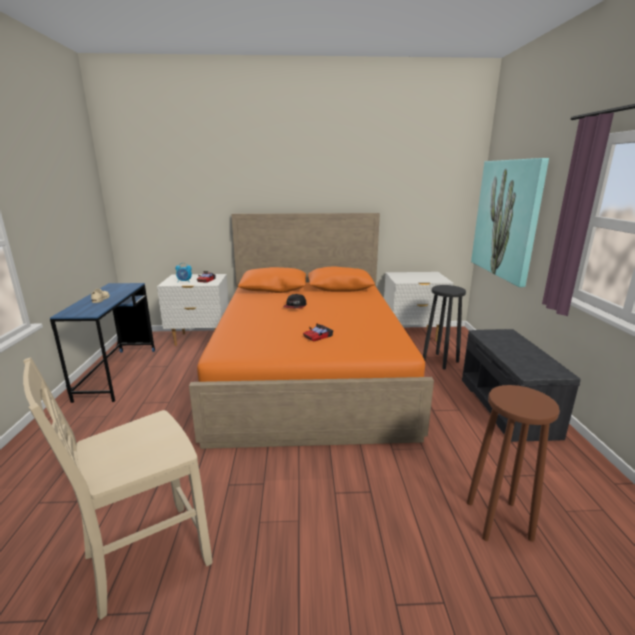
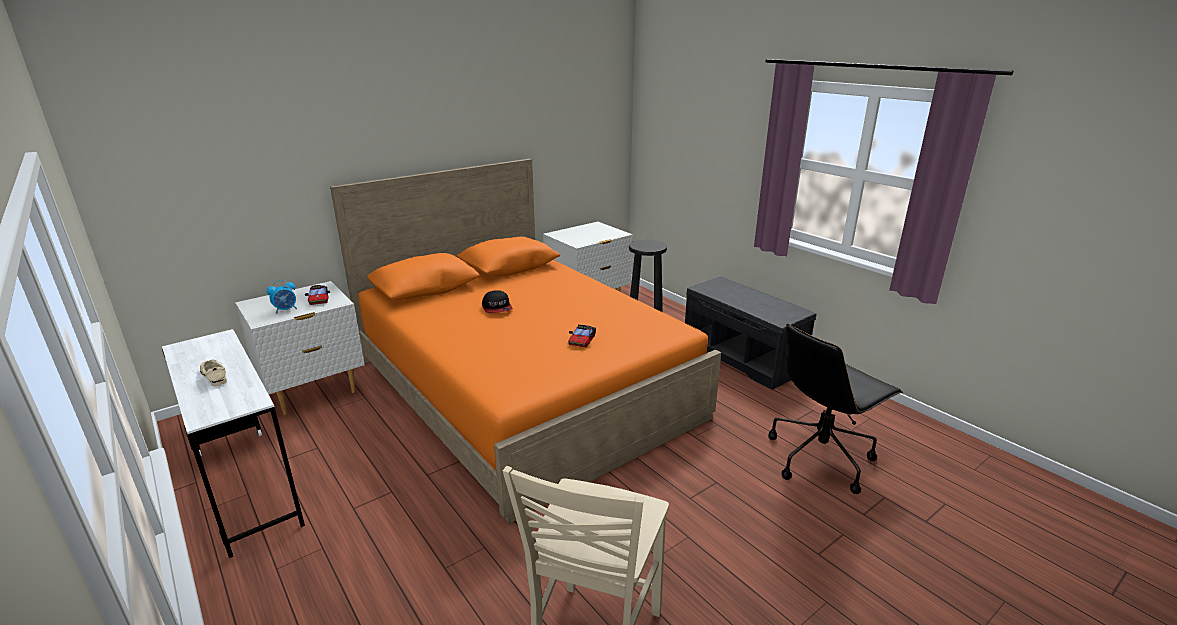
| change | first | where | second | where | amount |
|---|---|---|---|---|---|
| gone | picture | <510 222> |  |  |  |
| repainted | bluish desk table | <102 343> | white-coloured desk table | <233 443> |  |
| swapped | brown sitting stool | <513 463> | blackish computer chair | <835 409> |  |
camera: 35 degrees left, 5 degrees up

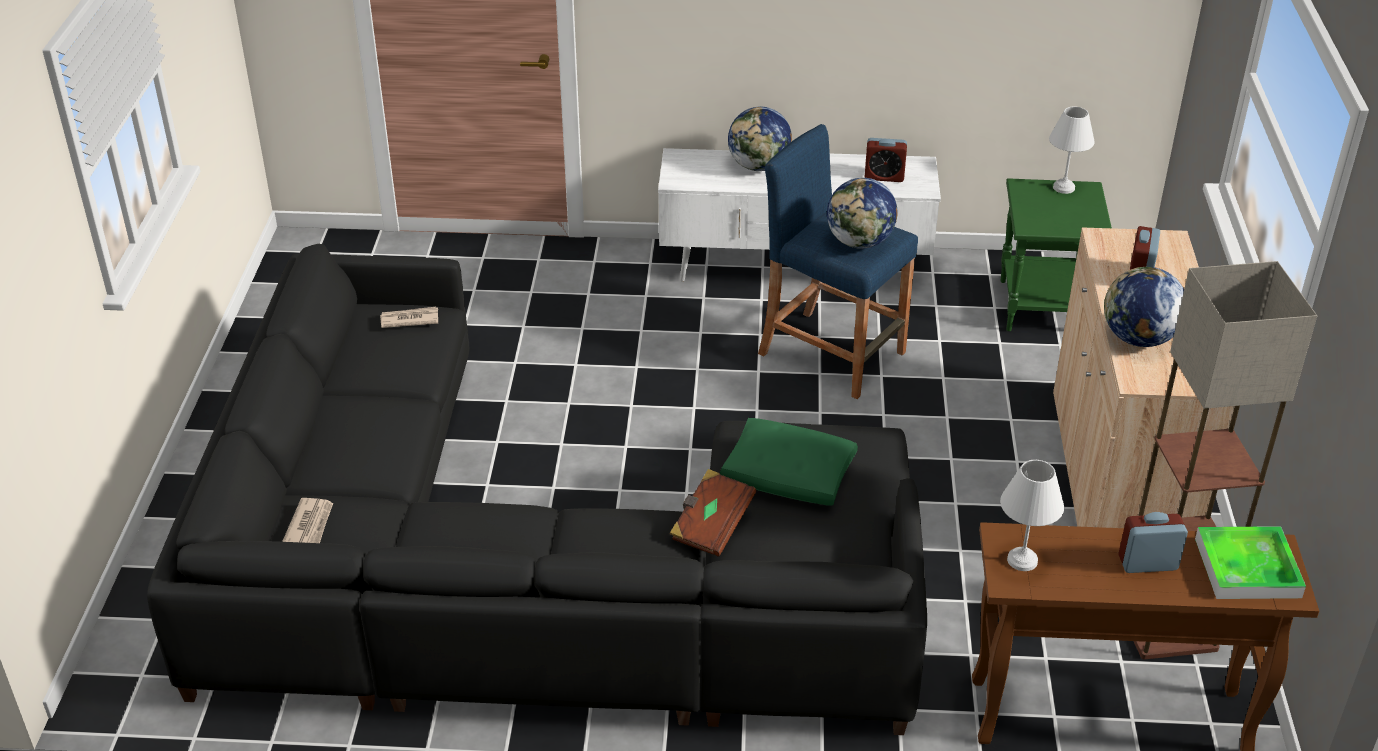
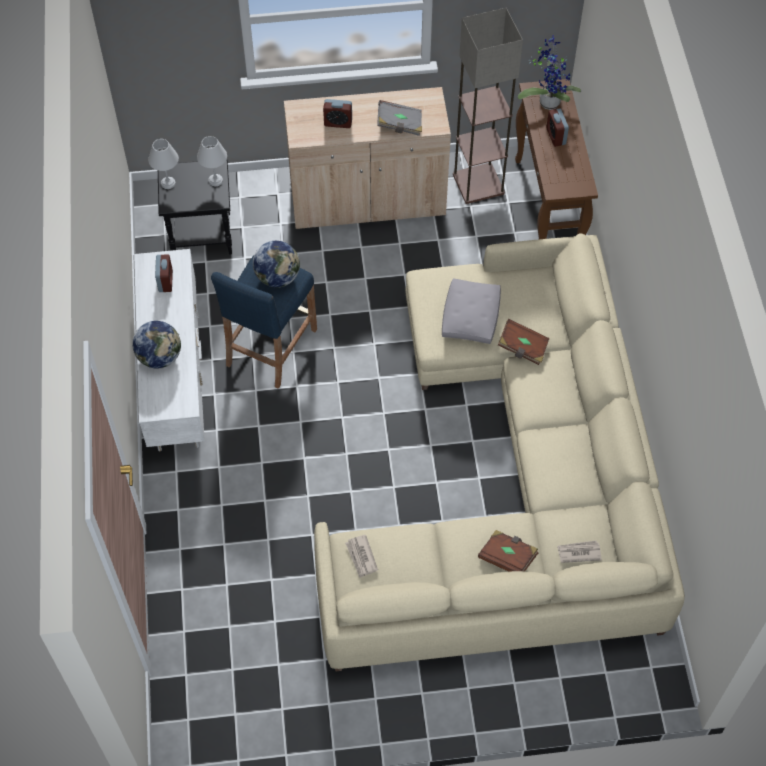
| change | first | where | second | where | amount |
|---|---|---|---|---|---|
| repainted | green accent table | <1056 254> | blackish accent table | <195 207> |  |
| repainted | blackish couch | <537 489> | sand-coloured couch | <499 452> |  |
| swapped | world globe | <1144 307> | greyish book | <399 118> |  |
| repainted | green cushion | <789 462> | greyish cushion | <471 311> |  |
| shifted | white-coloured table lamp | <1032 515> |  | <212 161> |  |
| swapped | carrying tray | <1250 562> | houseplant | <549 72> |  |
| new |  |  | brown book | <508 550> |  |
camera: 100 degrees left, 20 degrees up

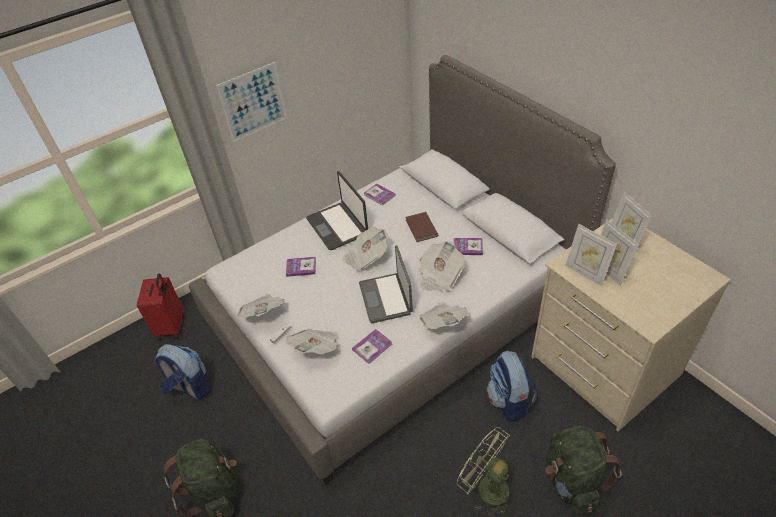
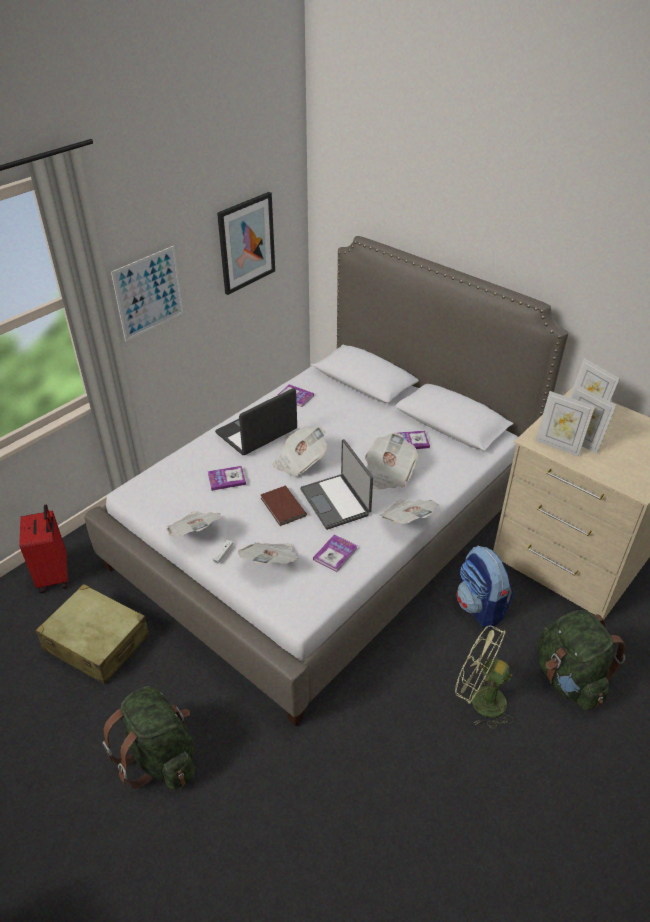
| change | first | where | second | where | amount |
|---|---|---|---|---|---|
| rotated | laptop | <337 210> |  | <256 421> | 90 degrees clockwise |
| shifted | brown book | <422 227> |  | <284 506> |  |
| swapped | backpack | <183 372> | sand-coloured suitcase | <92 634> |  |
| new |  |  | picture | <246 243> |  |
camera: 15 degrees left, 5 degrees down

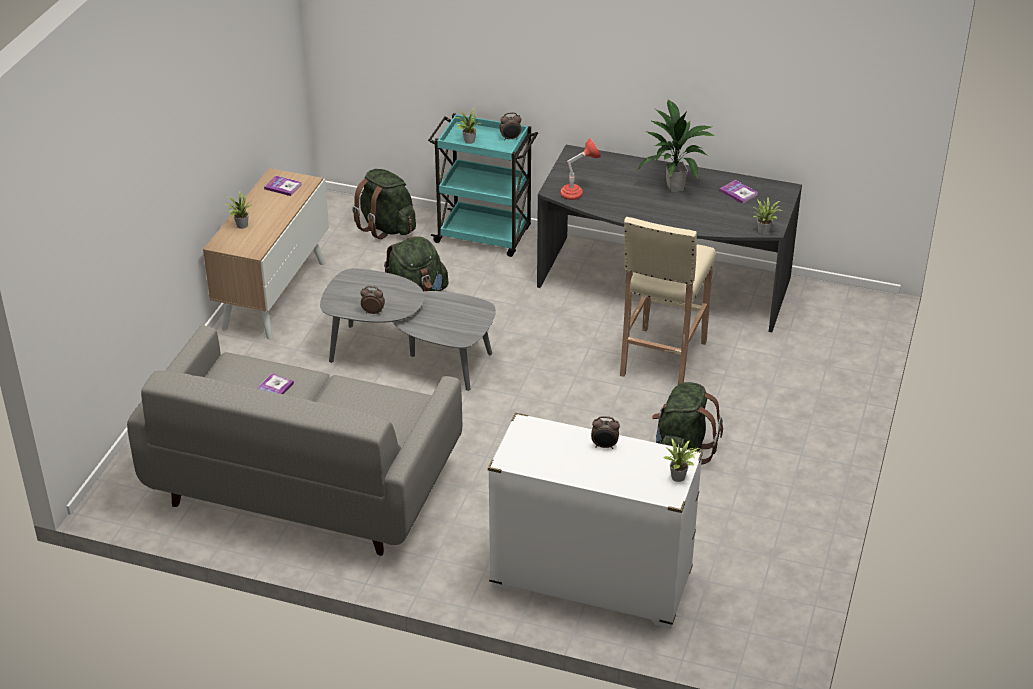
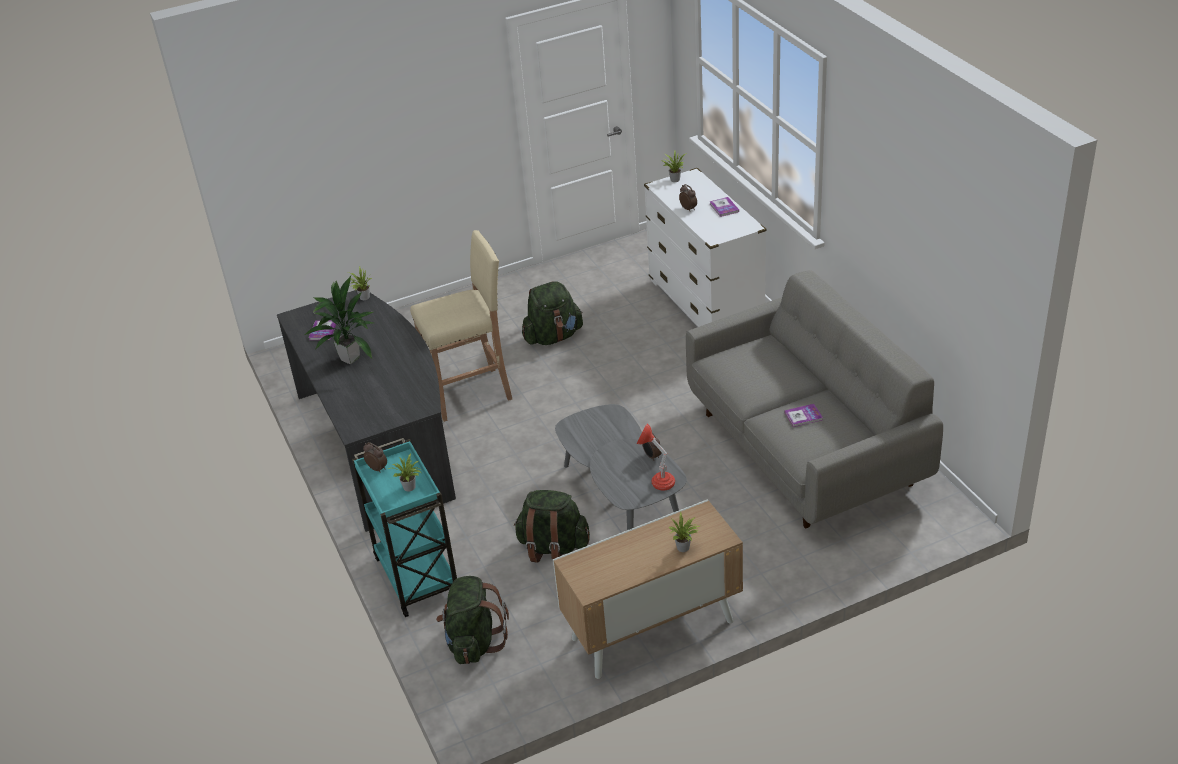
| change | first | where | second | where | amount |
|---|---|---|---|---|---|
| shifted | red-coloured table lamp | <580 169> |  | <656 457> |  |
| shifted | book | <283 186> |  | <724 207> |  |
camera: 130 degrees left, 0 degrees up

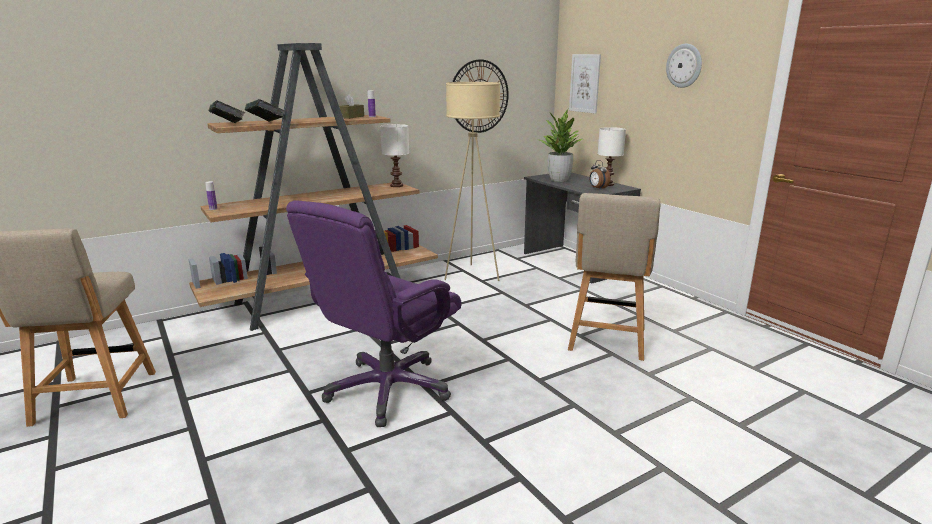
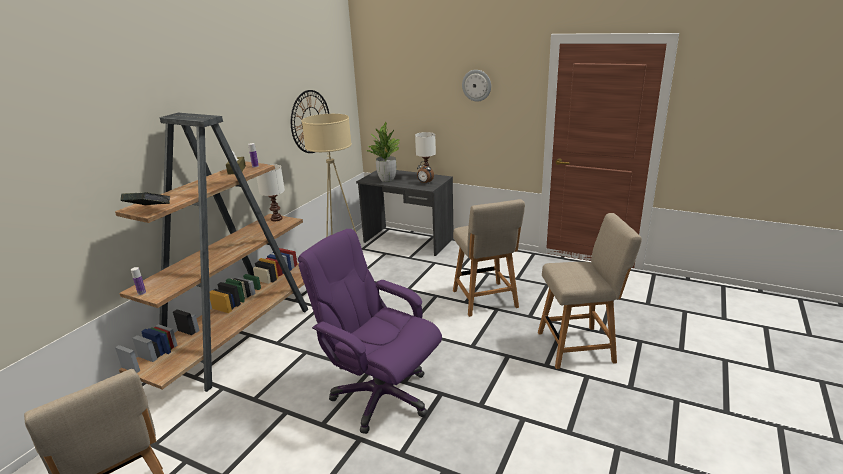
| change | first | where | second | where | amount |
|---|---|---|---|---|---|
| gone | picture | <585 84> |  |  |  |
| gone | book | <264 110> |  |  |  |
| rotated | purplish computer chair | <373 313> |  | <370 331> | 120 degrees clockwise |
| new |  |  | sand-coloured plain chair | <590 291> |  |
camera: 30 degrees left, 5 degrees up

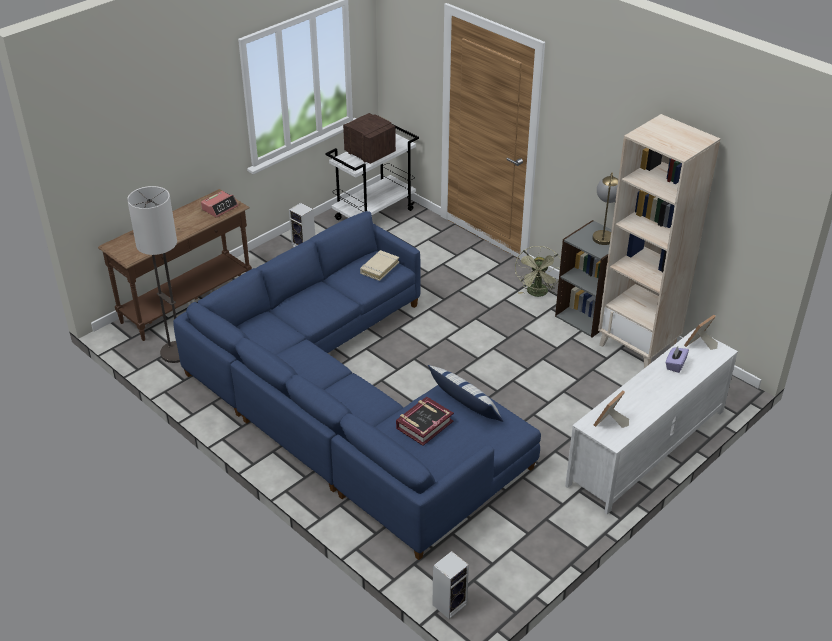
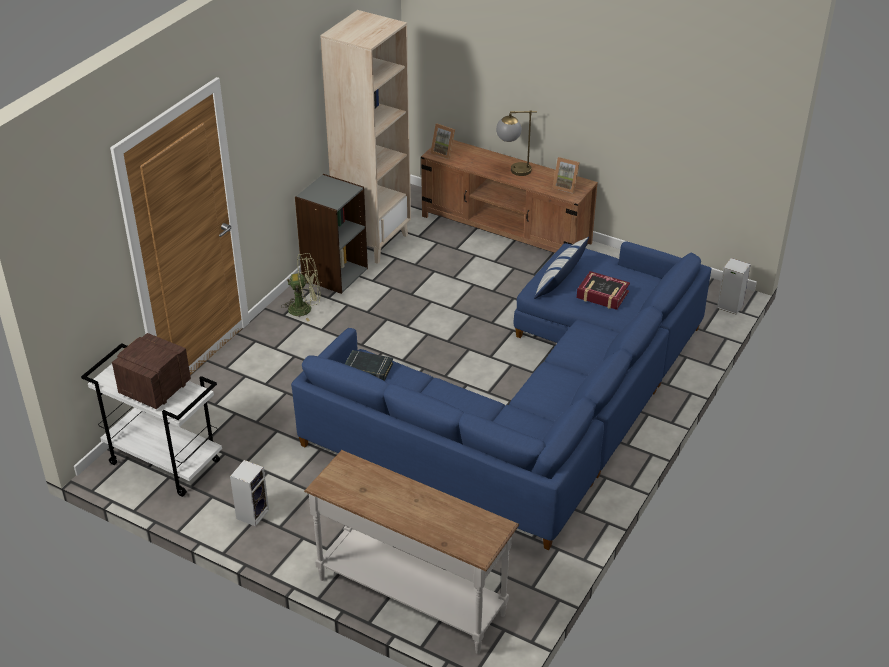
| change | first | where | second | where | amount |
|---|---|---|---|---|---|
| shifted | table lamp | <605 209> |  | <516 143> |  |
| gone | standard lamp | <153 274> |  |  |  |
| repainted | brown narrow table | <175 265> | white-coloured narrow table | <412 552> |  |
| gone | bedside clock | <219 204> |  |  |  |
| repainted | sand-coloured book | <379 265> | blackish book | <369 365> |  |
| repainted | white-coloured tv stand | <651 421> | brown tv stand | <509 196> |  |
| gone | purplish tissue box | <677 359> |  |  |  |
camera: 105 degrees left, 0 degrees up

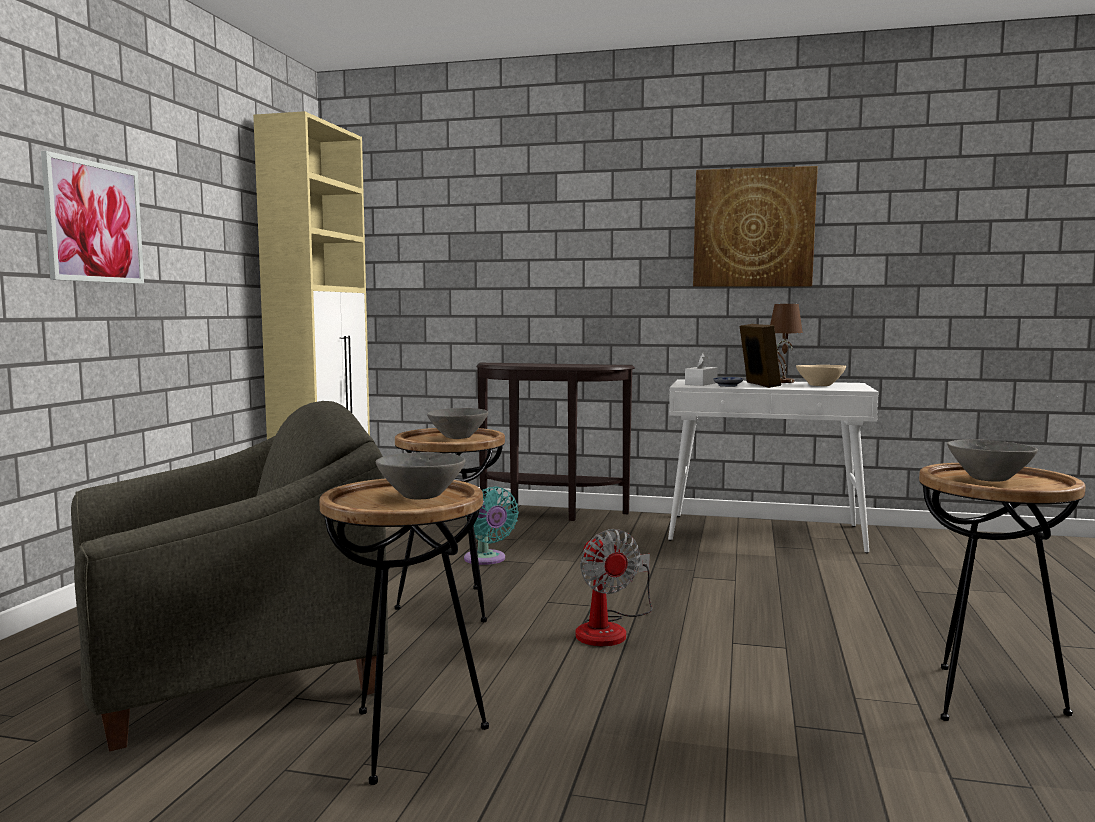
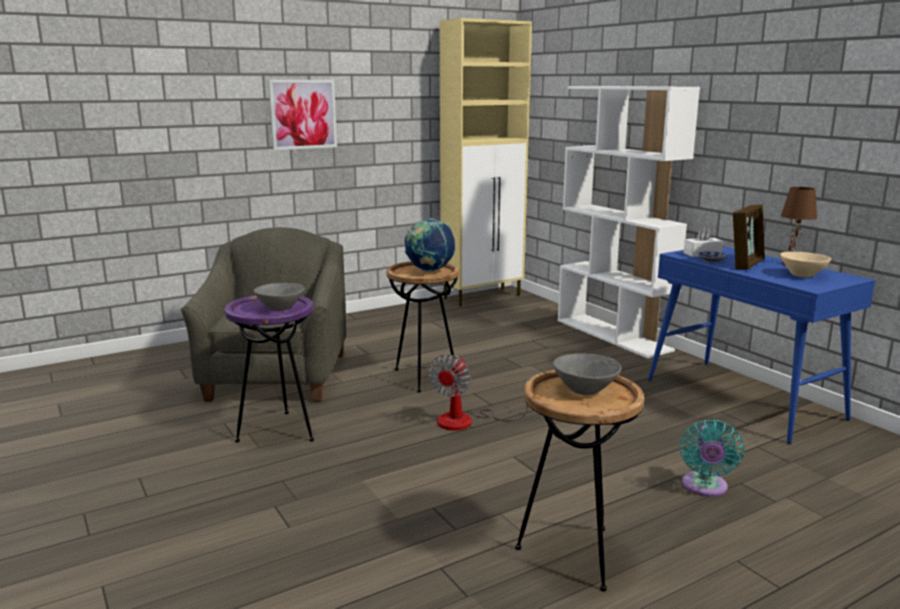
| change | first | where | second | where | amount |
|---|---|---|---|---|---|
| gone | picture | <755 226> |  |  |  |
| swapped | brown narrow table | <555 442> | white-coloured bookcase | <629 222> |  |
| repainted | white-coloured narrow table | <773 466> | bluish narrow table | <761 345> |  |
| rotated | greyish lounge chair | <230 576> |  | <263 314> | 105 degrees counterclockwise |
| swapped | greyish serving bowl | <457 423> | world globe | <429 245> |  |
| repainted | brown accent table | <404 632> | purplish accent table | <269 368> |  |
| shifted | turquoise-coloured electric fan | <491 525> |  | <712 458> |  |
camera: 45 degrees right, 10 degrees up

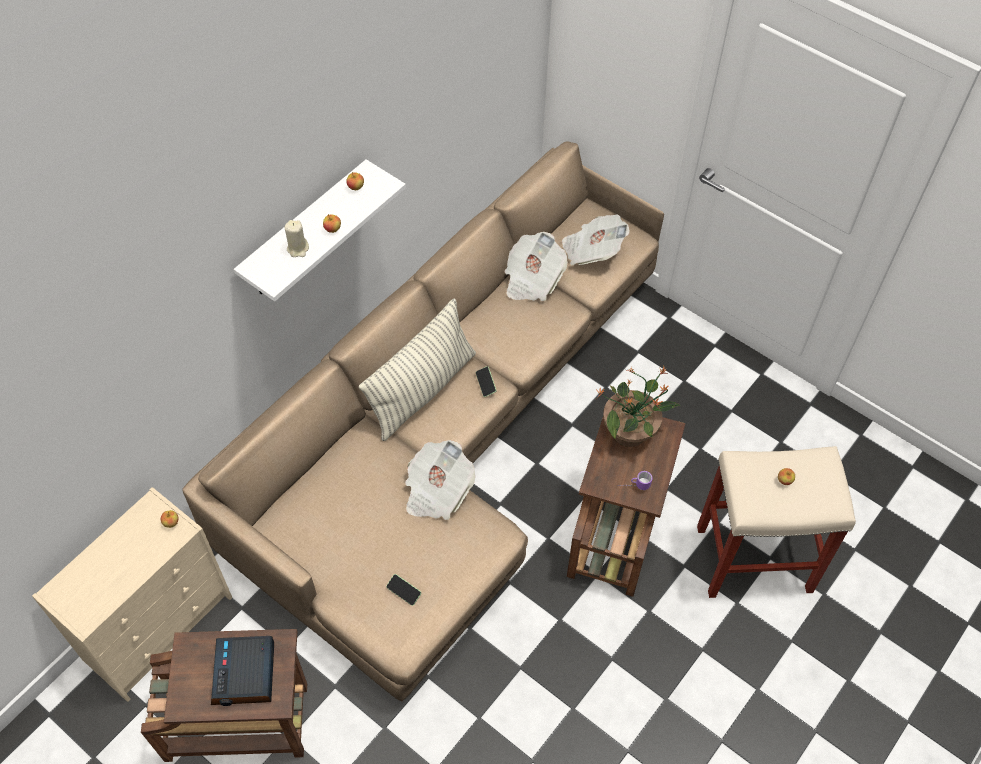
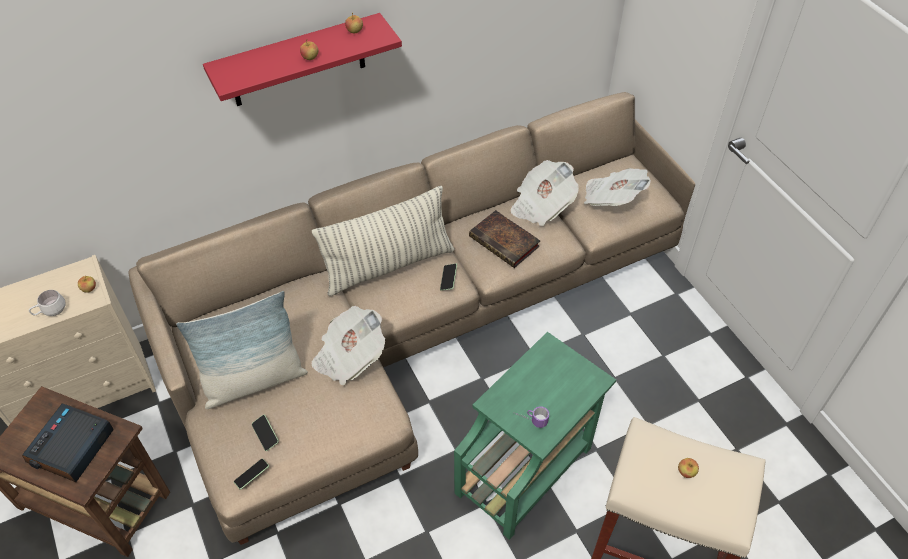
| change | first | where | second | where | amount |
|---|---|---|---|---|---|
| repainted | white-coloured shelf | <320 230> | red-coloured shelf | <302 59> |  |
| gone | sand-coloured wax candle | <297 238> |  |  |  |
| gone | houseplant | <638 406> |  |  |  |
| repainted | brown accent table | <626 507> | green accent table | <535 436> |  |
| new |  |  | book | <504 239> |  |
| new |  |  | white-coloured coffee mug | <47 303> |  |
| new |  |  | cushion | <242 350> |  |
| new |  |  | telephone | <251 474> |  |
camera: 25 degrees right, 5 degrees down

